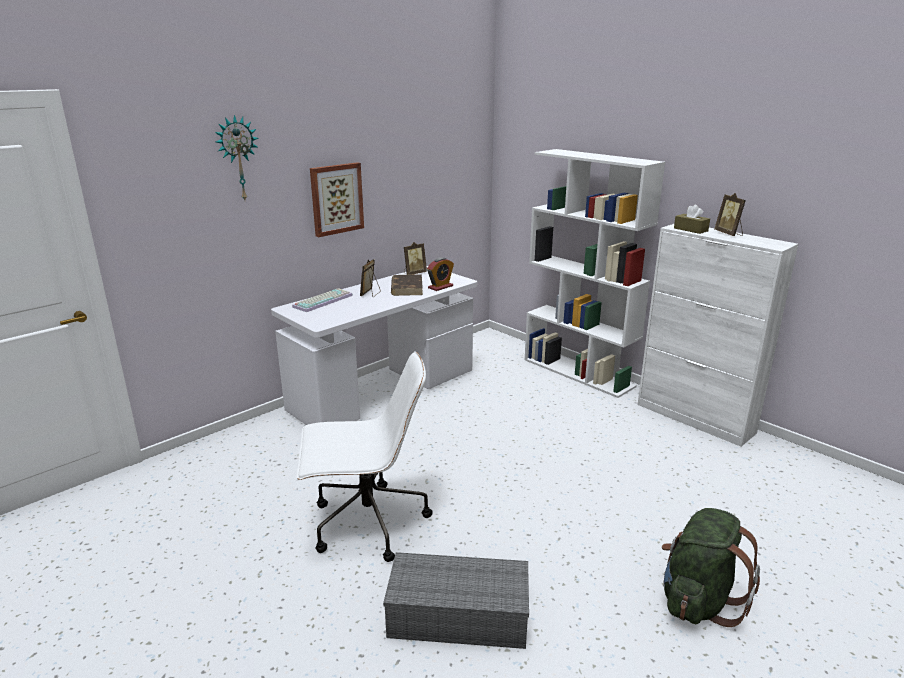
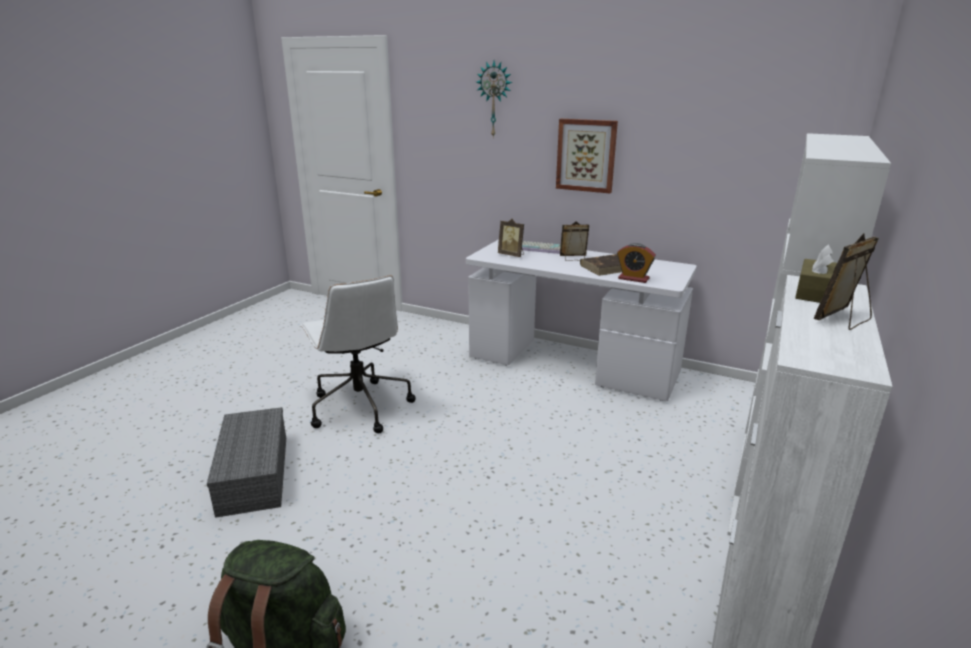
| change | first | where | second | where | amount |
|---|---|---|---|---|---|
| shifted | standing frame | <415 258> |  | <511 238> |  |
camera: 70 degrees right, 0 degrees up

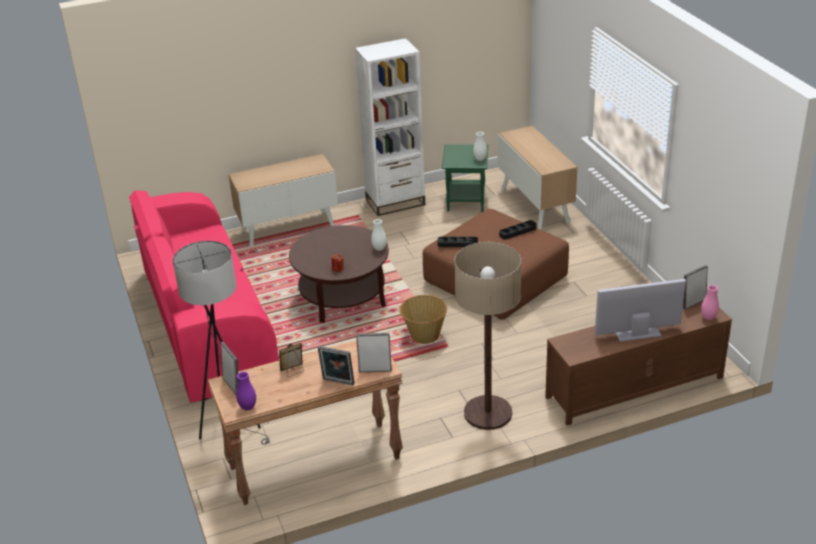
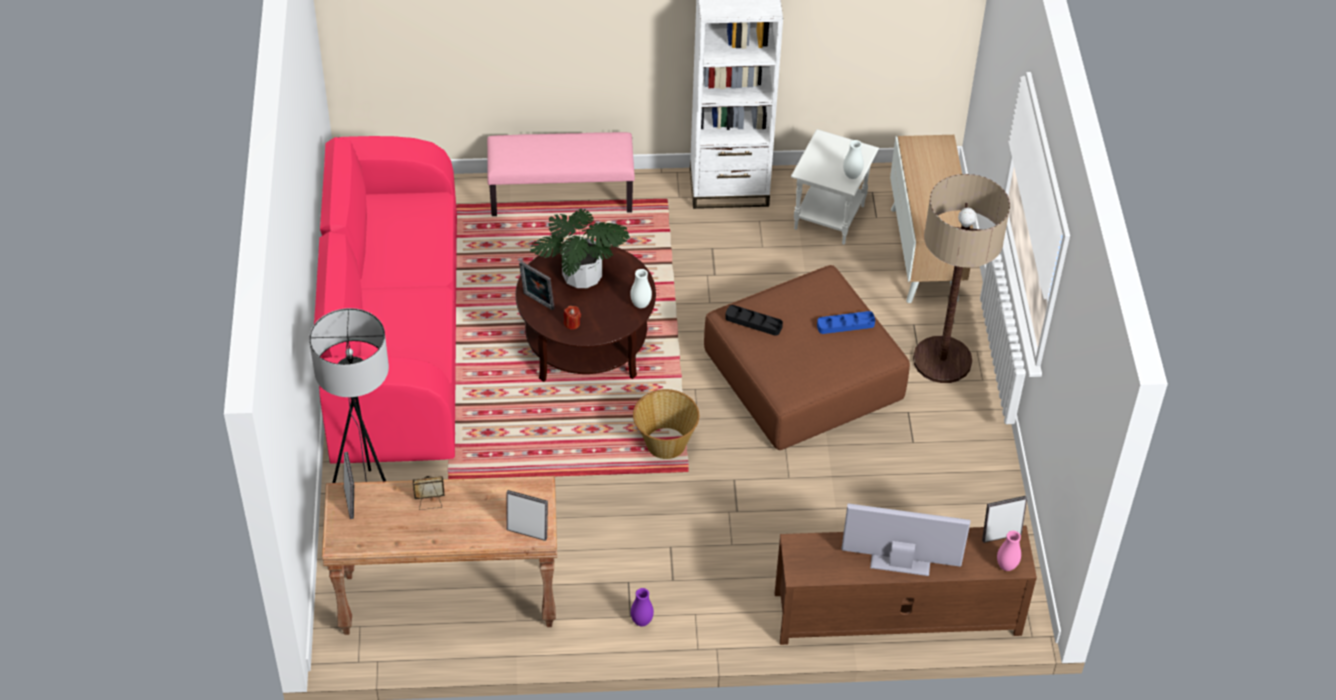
| change | first | where | second | where | amount |
|---|---|---|---|---|---|
| repainted | green accent table | <465 178> | white-coloured accent table | <835 187> |  |
| swapped | cabinet | <283 200> | pinkish long seat | <561 174> |  |
| repainted | blackish carrying tray | <518 230> | bluish carrying tray | <846 322> |  |
| shifted | standard lamp | <487 336> |  | <961 278> |  |
| shifted | standing frame | <336 365> |  | <537 285> |  |
| shifted | purplish decorative vase | <246 391> |  | <642 607> |  |
| new |  |  | houseplant | <580 248> |  |
camera: 15 degrees right, 15 degrees up

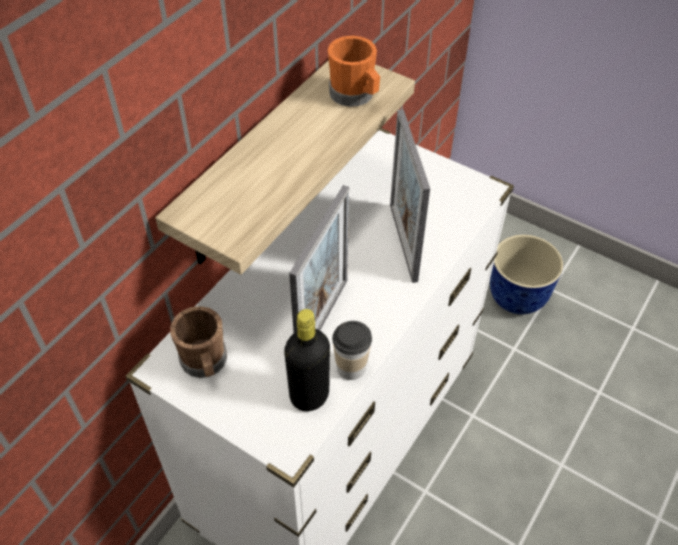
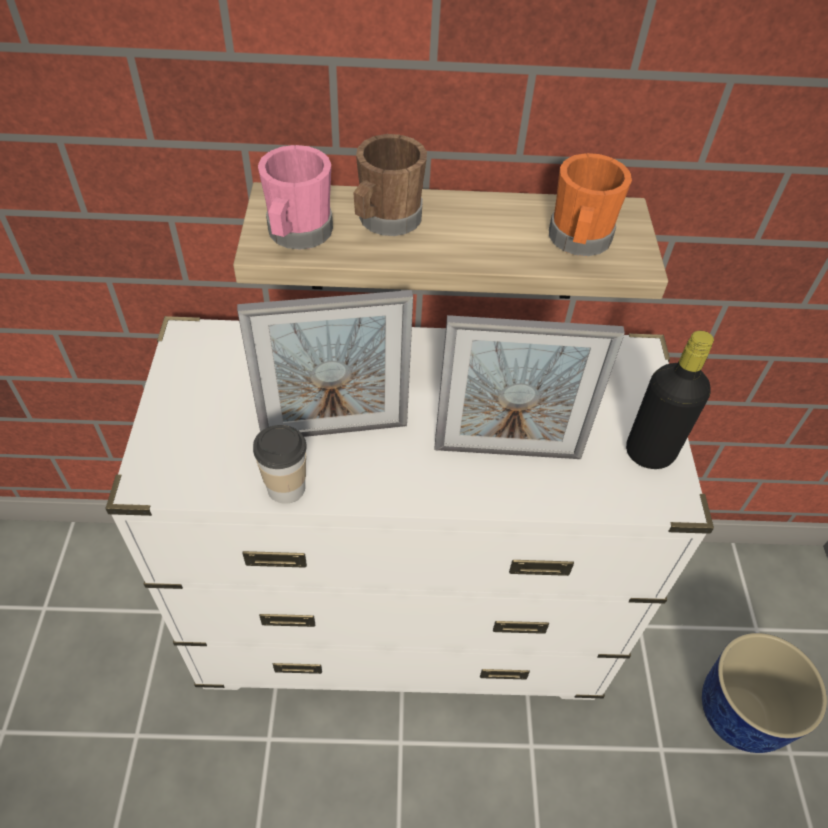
| change | first | where | second | where | amount |
|---|---|---|---|---|---|
| rotated | standing frame | <410 196> |  | <530 387> | 135 degrees counterclockwise |
| shifted | brown coffee mug | <198 342> |  | <390 185> |  |
| shifted | blackish drink bottle | <307 360> |  | <670 400> |  |
| new |  |  | pinkish coffee mug | <295 197> |  |
camera: 55 degrees right, 0 degrees up

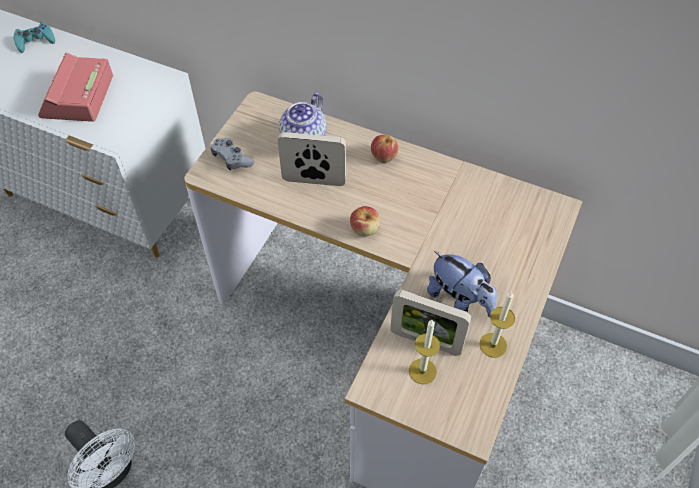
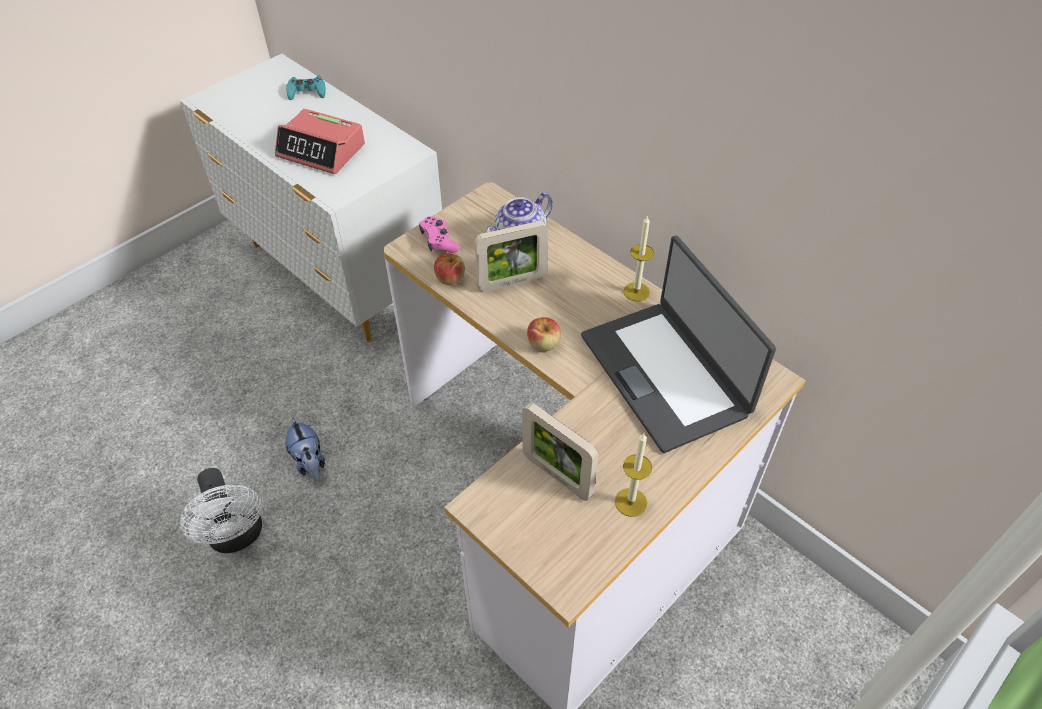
| change | first | where | second | where | amount |
|---|---|---|---|---|---|
| rotated | bedside clock | <75 87> |  | <320 141> | 90 degrees counterclockwise |
| rotated | standing frame | <312 159> |  | <511 256> | 135 degrees clockwise |
| shifted | apple | <385 149> |  | <449 269> |  |
| repainted | greyish game controller | <232 154> | pinkish game controller | <439 234> |  |
| shifted | soft toy | <462 284> |  | <305 449> |  |
| shifted | wax candle | <424 352> |  | <638 258> |  |
| new |  |  | laptop | <678 344> |  |
camera: 20 degrees right, 5 degrees down

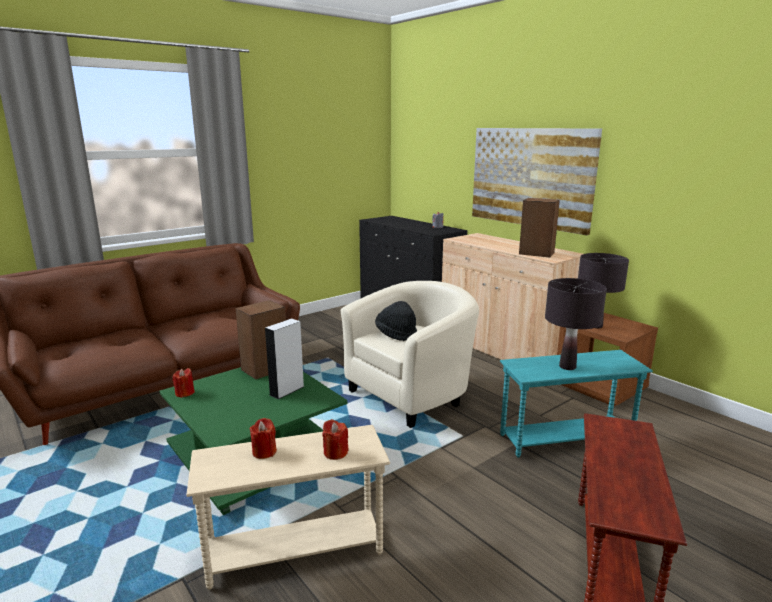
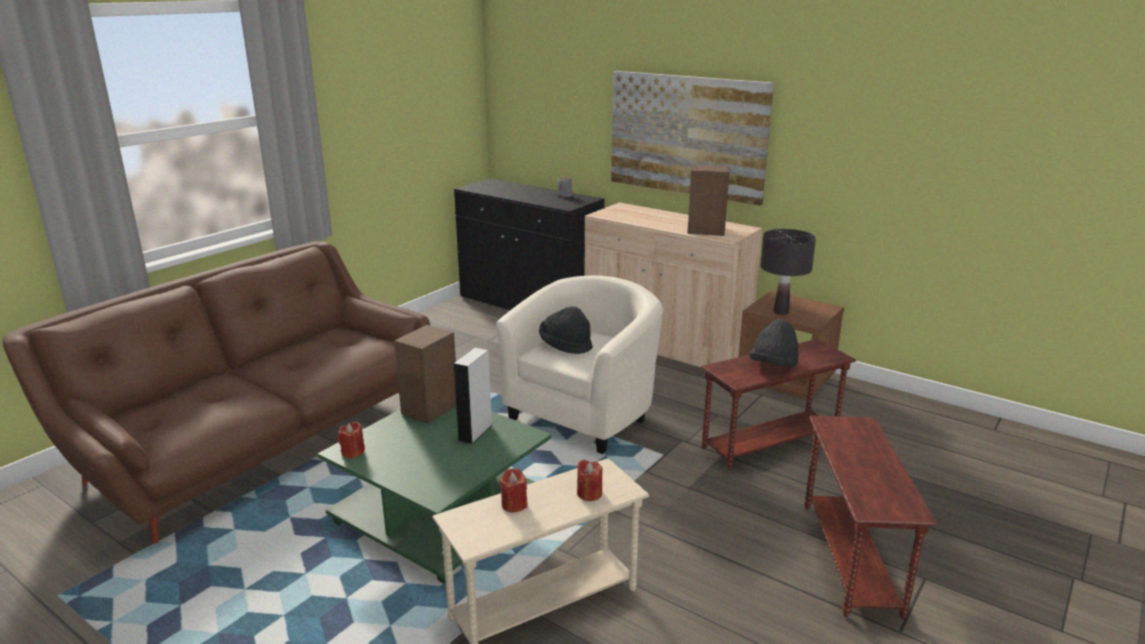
| change | first | where | second | where | amount |
|---|---|---|---|---|---|
| swapped | blackish table lamp | <576 324> | blackish wearable hat | <774 343> |  |
| repainted | turquoise-coloured accent table | <576 404> | brown accent table | <778 404> |  |
camera: 15 degrees left, 5 degrees up

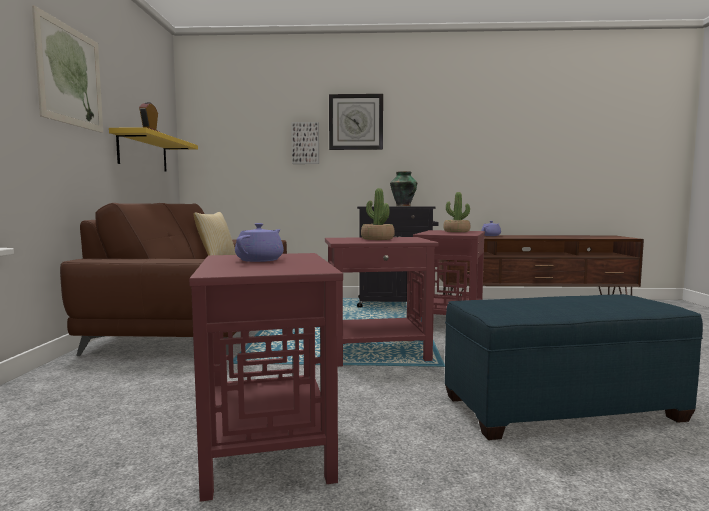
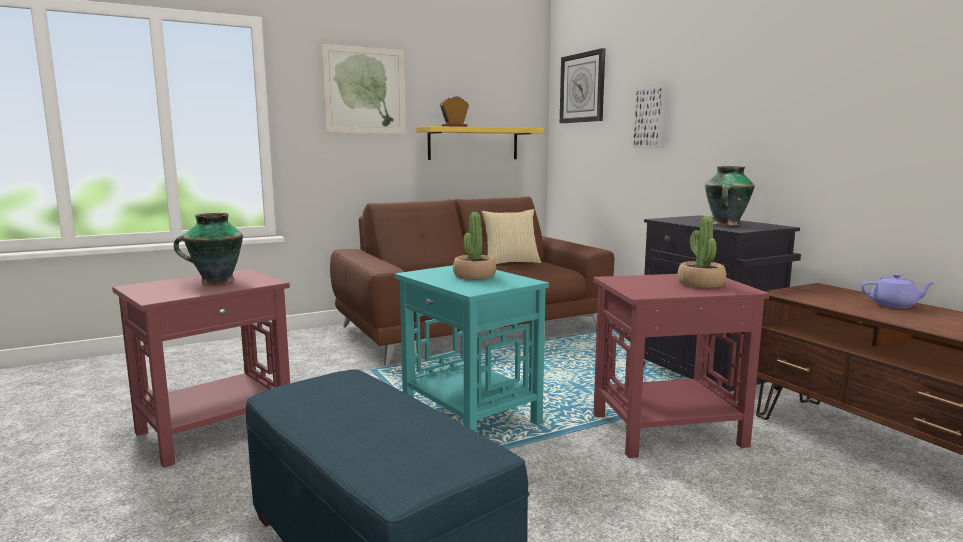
| change | first | where | second | where | amount |
|---|---|---|---|---|---|
| shifted | clock on the wall | <356 122> |  | <582 85> |  |
| swapped | purplish pot for tea | <259 242> | decorative vase | <208 248> |  |
| repainted | red-coloured accent table | <382 302> | turquoise-coloured accent table | <472 348> |  |
camera: 60 degrees right, 5 degrees up

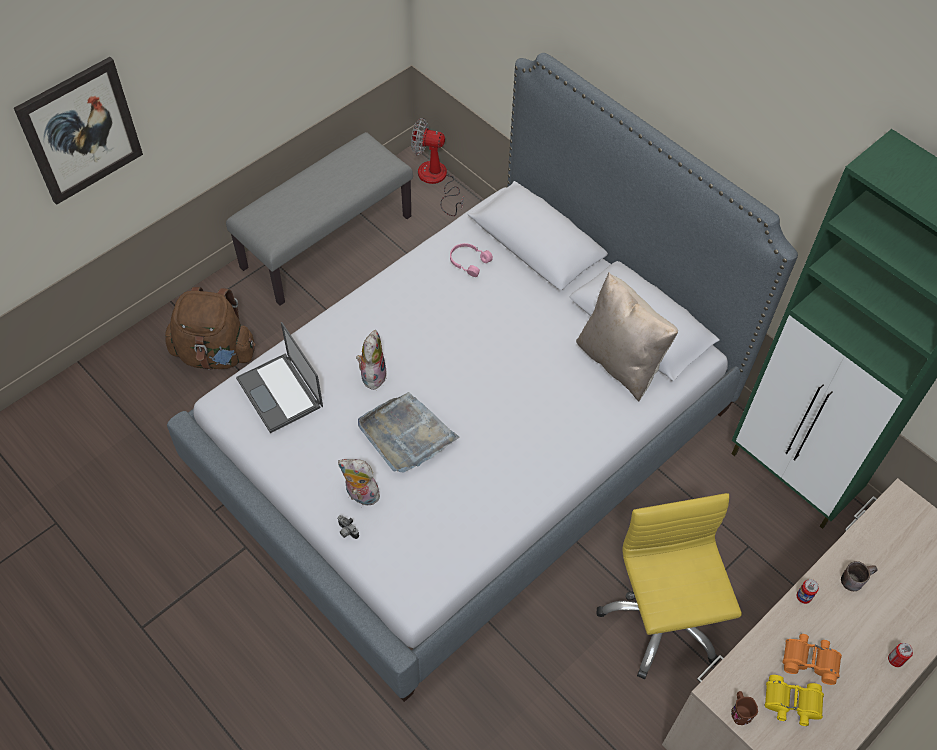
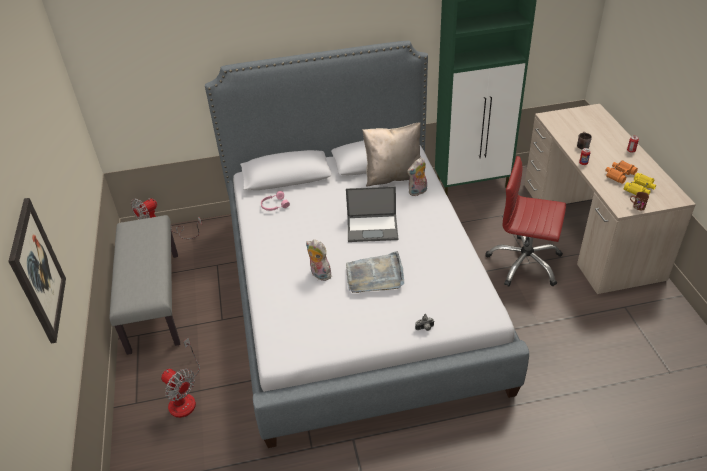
| change | first | where | second | where | amount |
|---|---|---|---|---|---|
| swapped | brown backpack | <210 328> | electric fan | <180 377> |  |
| shifted | laptop | <279 377> |  | <372 214> |  |
| shifted | soft toy | <359 482> |  | <417 176> |  |
| repainted | yellow computer chair | <669 586> | red-coloured computer chair | <525 221> |  |
camera: 55 degrees left, 15 degrees down

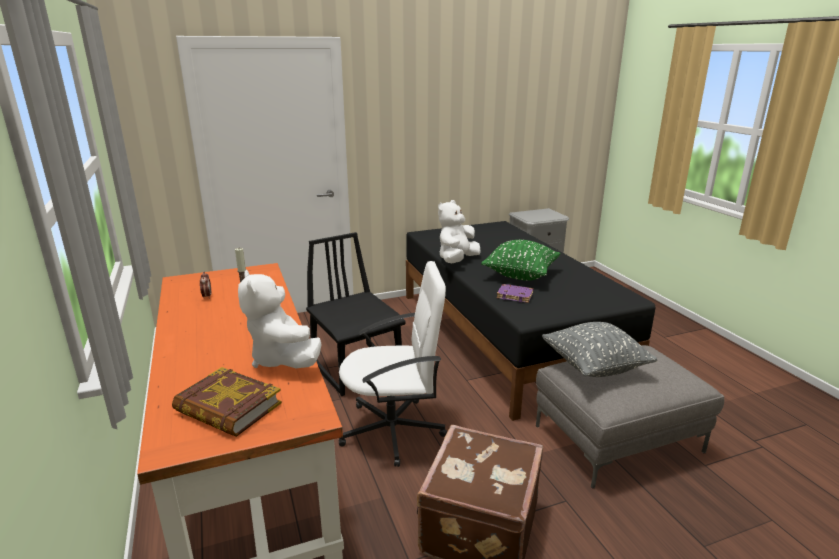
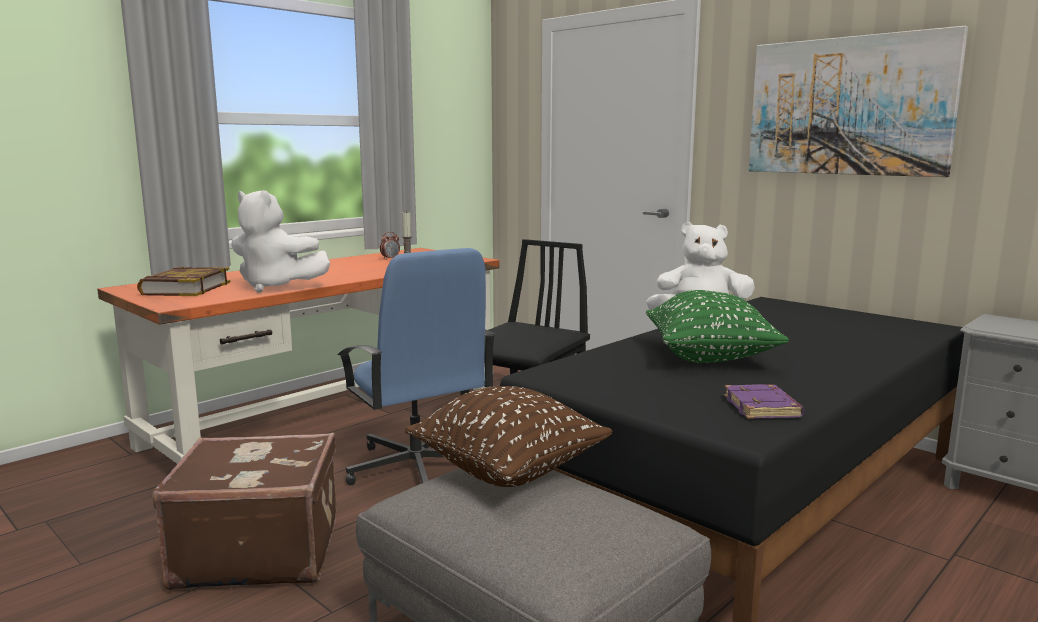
| change | first | where | second | where | amount |
|---|---|---|---|---|---|
| repainted | white-coloured computer chair | <393 364> | bluish computer chair | <417 366> |  |
| rotated | white-coloured soft toy | <280 319> |  | <280 241> | 105 degrees counterclockwise |
| shifted | purplish book | <514 293> |  | <764 401> |  |
| repainted | greyish cushion | <599 349> | brown cushion | <509 436> |  |
| new |  |  | picture | <858 101> |  |
camera: 65 degrees right, 10 degrees down

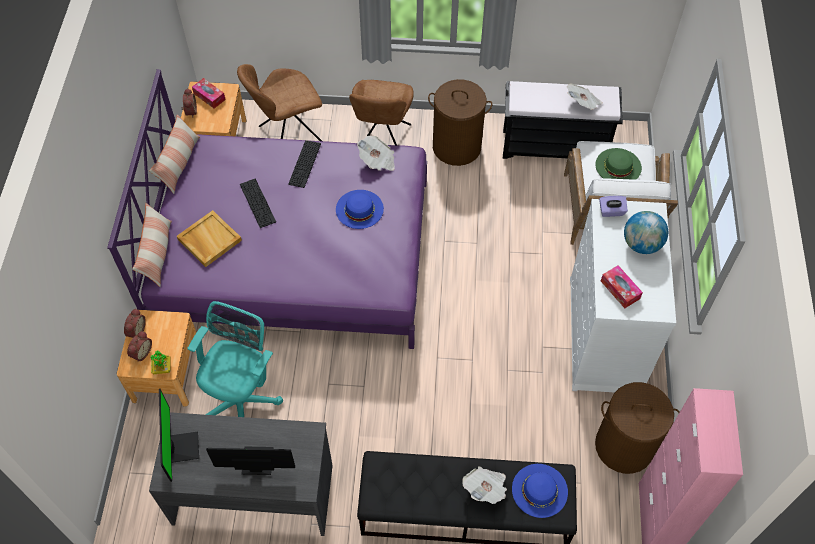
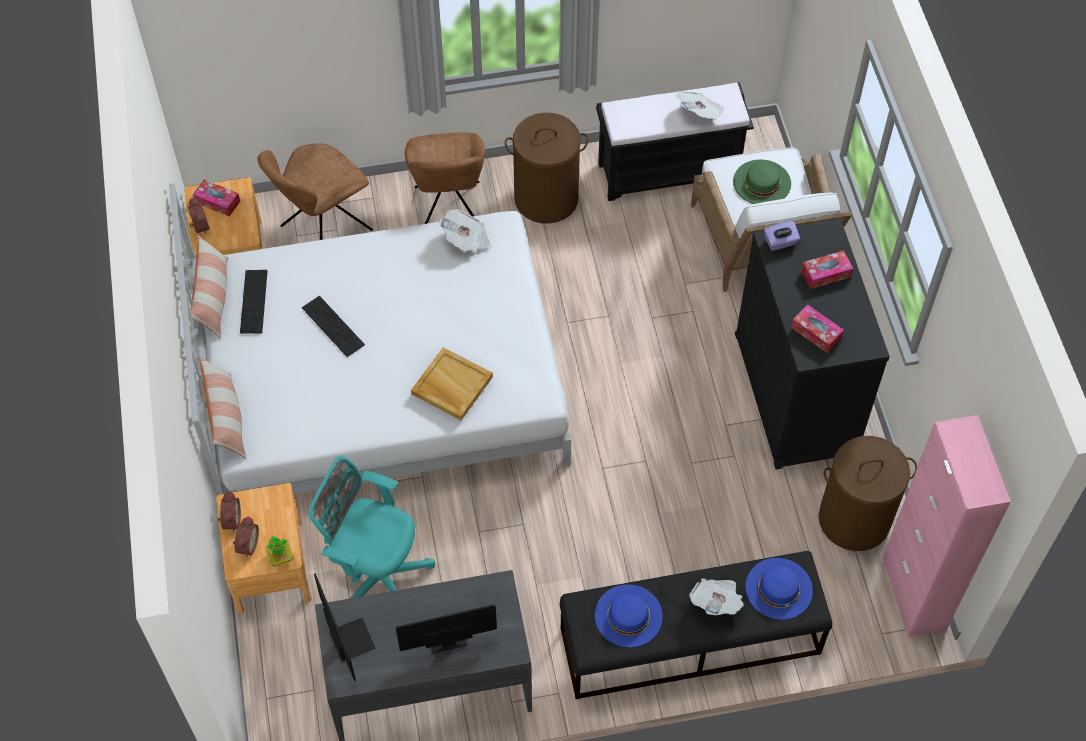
| change | first | where | second | where | amount |
|---|---|---|---|---|---|
| repainted | purplish bedroom bed | <267 209> | white-coloured bedroom bed | <370 339> |  |
| shifted | keyboard | <304 164> |  | <253 302> |  |
| shifted | bluish wearable hat | <360 209> |  | <629 615> |  |
| repainted | white-coloured dresser | <623 296> | blackish dresser | <812 343> |  |
| shifted | sand-coloured carrying tray | <209 238> |  | <452 383> |  |
| swapped | world globe | <646 232> | tissue box | <827 269> |  |
| rotated | turquoise-coloured computer chair | <235 359> |  | <371 527> | 75 degrees counterclockwise |
camera: 15 degrees left, 0 degrees up

